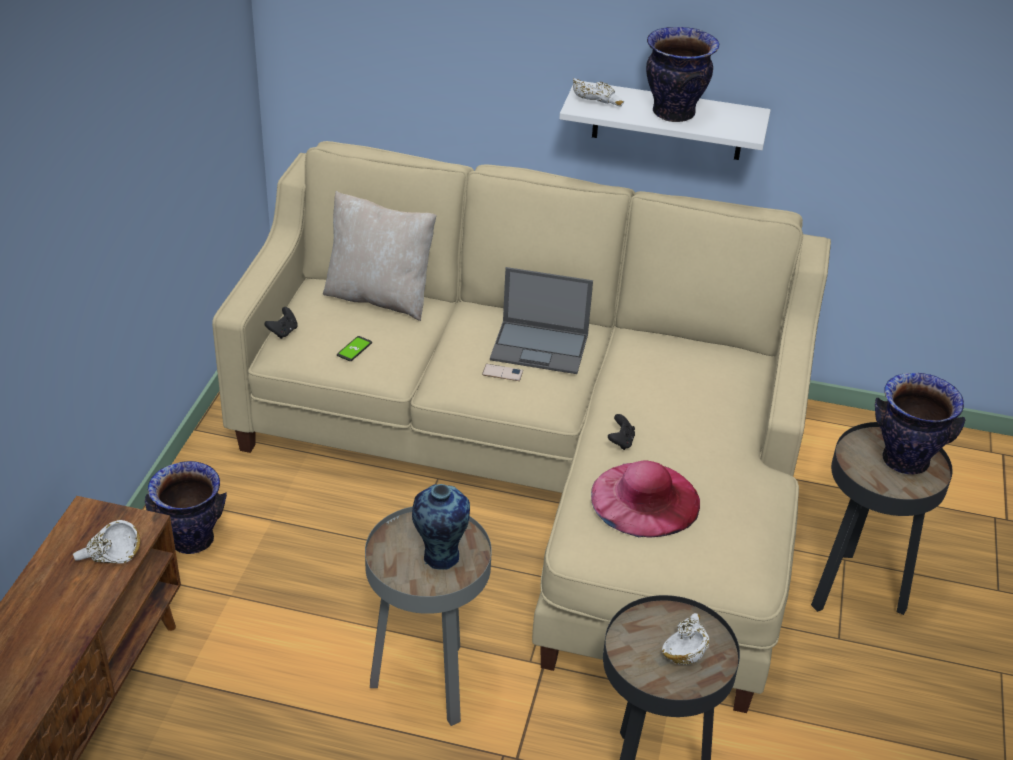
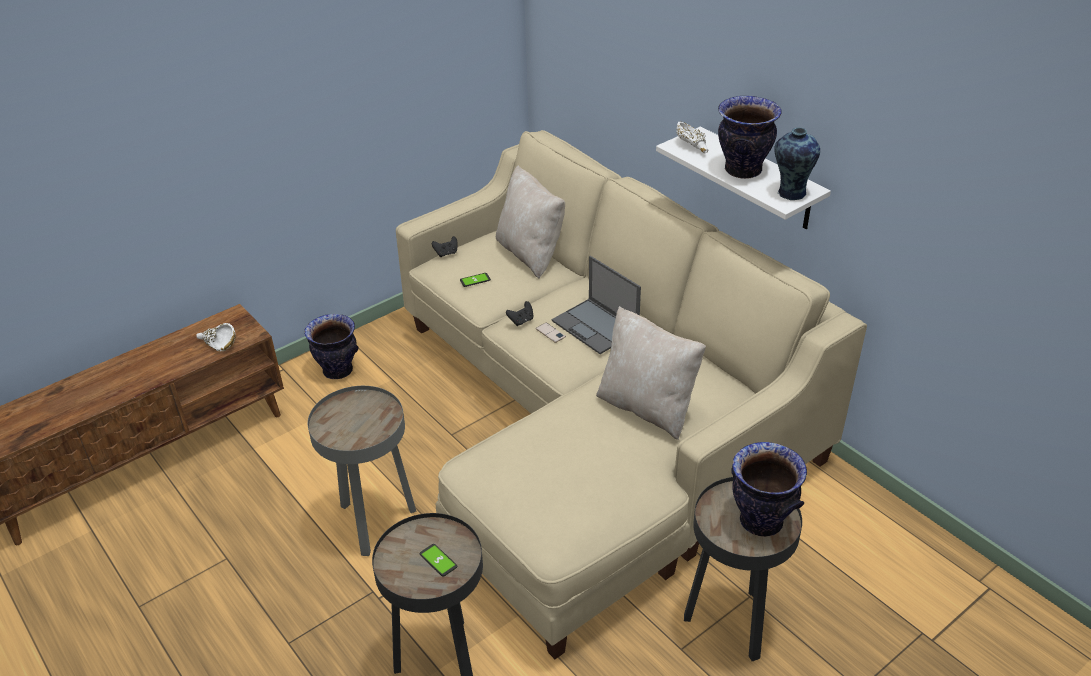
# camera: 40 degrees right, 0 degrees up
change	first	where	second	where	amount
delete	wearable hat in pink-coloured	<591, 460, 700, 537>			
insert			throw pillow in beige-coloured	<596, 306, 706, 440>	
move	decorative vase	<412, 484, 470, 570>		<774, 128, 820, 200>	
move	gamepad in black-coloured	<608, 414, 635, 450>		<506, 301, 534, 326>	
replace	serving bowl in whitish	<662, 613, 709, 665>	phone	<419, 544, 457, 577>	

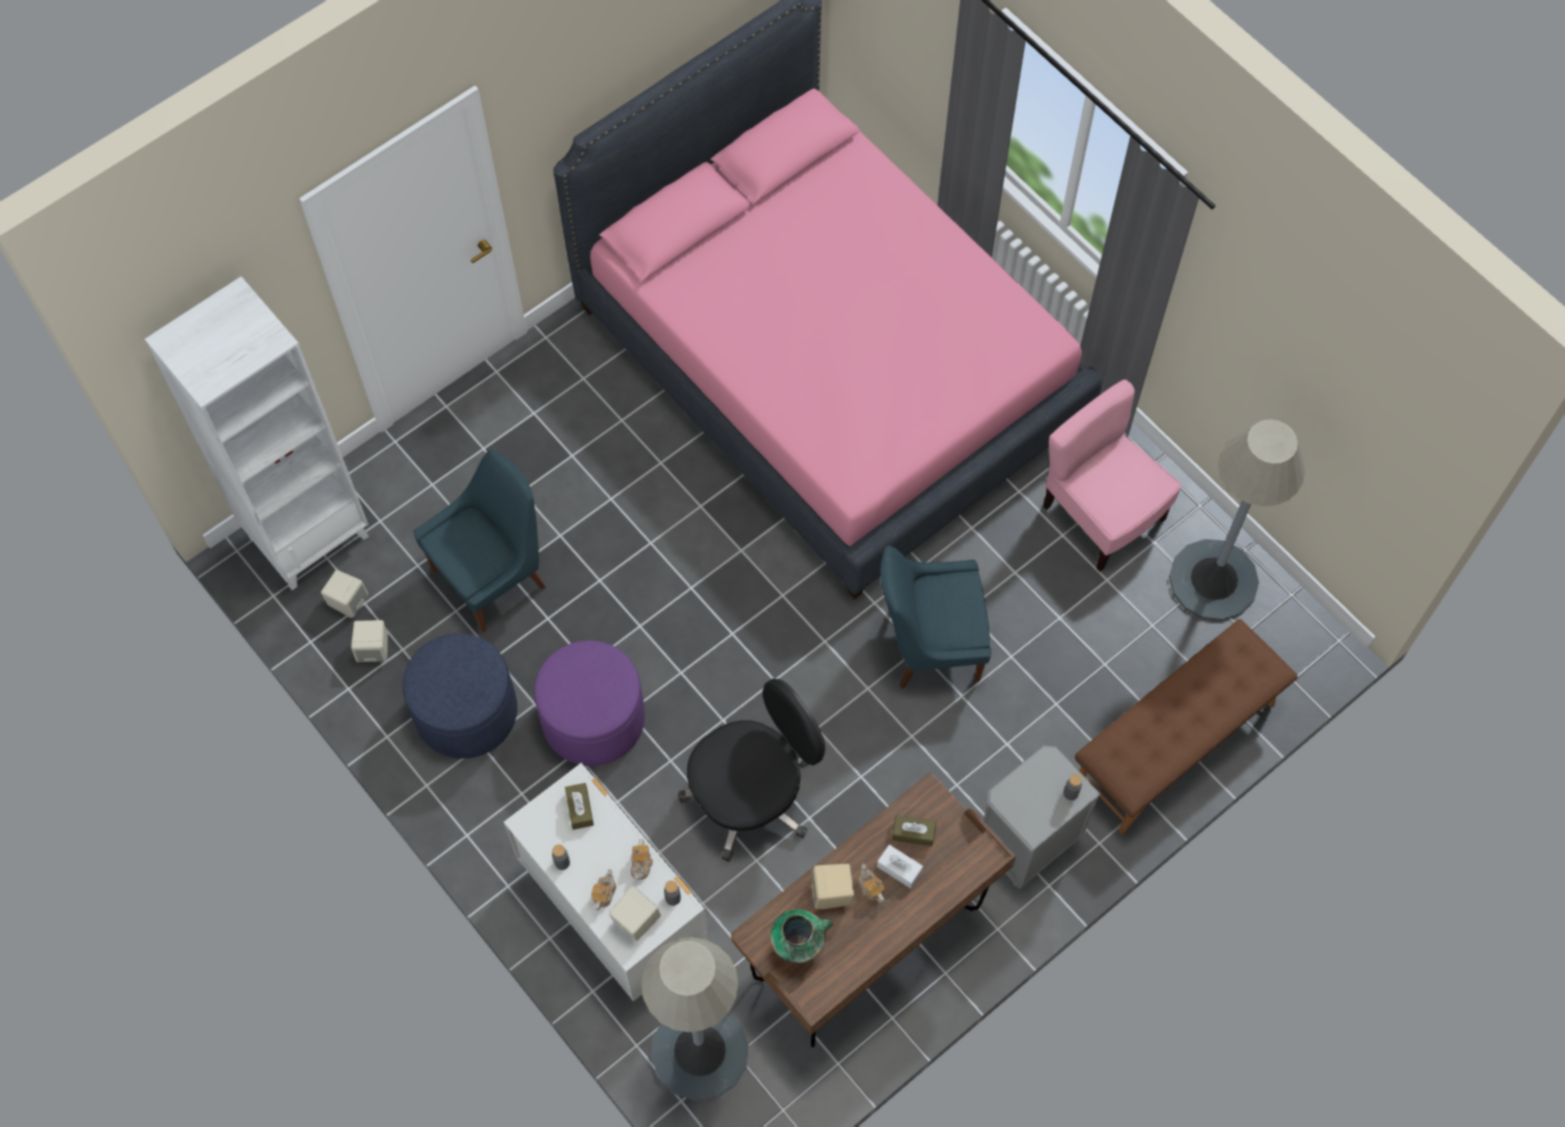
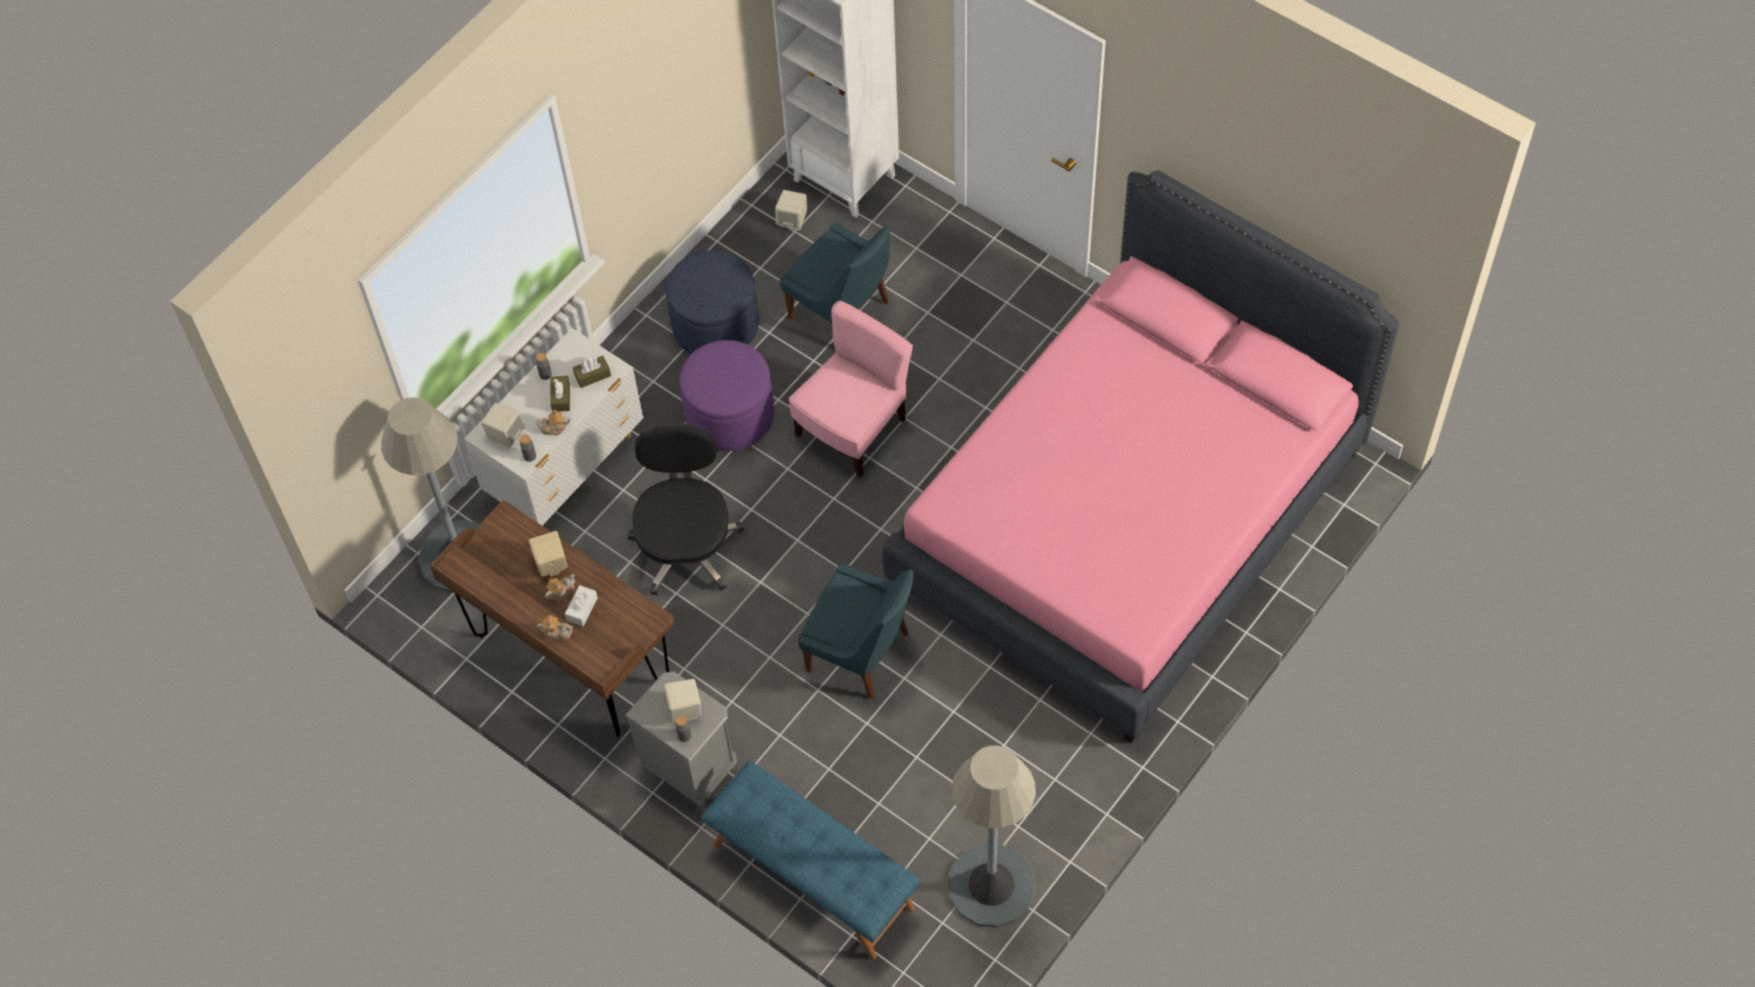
# camera: 80 degrees right, 5 degrees down
change	first	where	second	where	amount
delete	decorative vase	<770, 909, 833, 964>			
move	audio speaker in beige-coloured	<351, 620, 388, 662>		<664, 679, 701, 723>	
move	teapot	<591, 869, 616, 911>		<537, 615, 573, 640>	
move	tissue box in brown-coloured	<892, 815, 936, 846>		<550, 376, 570, 412>	
move	plain chair in pink-coloured	<1043, 379, 1181, 572>		<789, 301, 913, 478>	
recolor	indoor bench in brown-coloured	<1075, 619, 1298, 834>	indoor bench in blue-coloured	<701, 761, 920, 960>	
rotate	desk chair in black-coloured	<678, 679, 825, 862>		<628, 424, 744, 595>	135 degrees counterclockwise
rotate	plain chair in blue-coloured	<880, 545, 991, 689>		<798, 563, 913, 699>	135 degrees clockwise

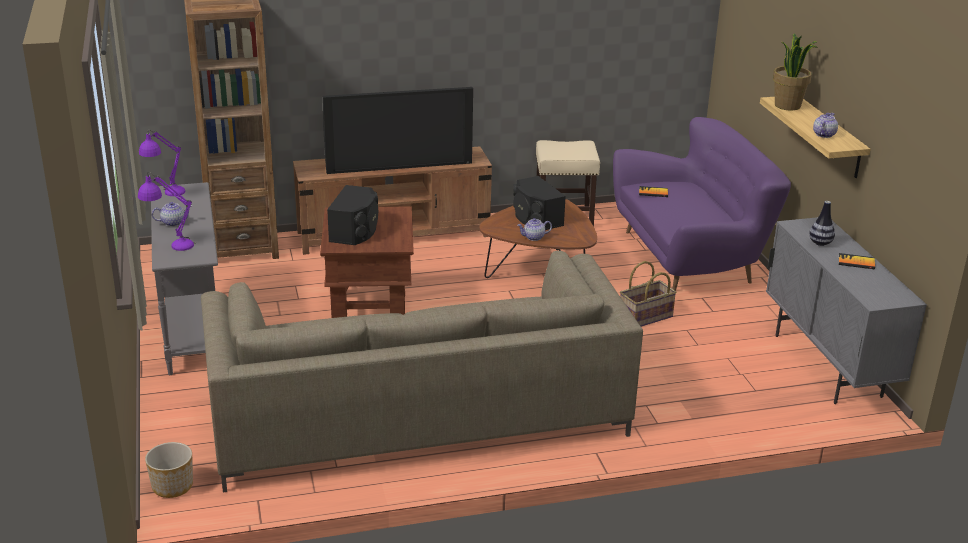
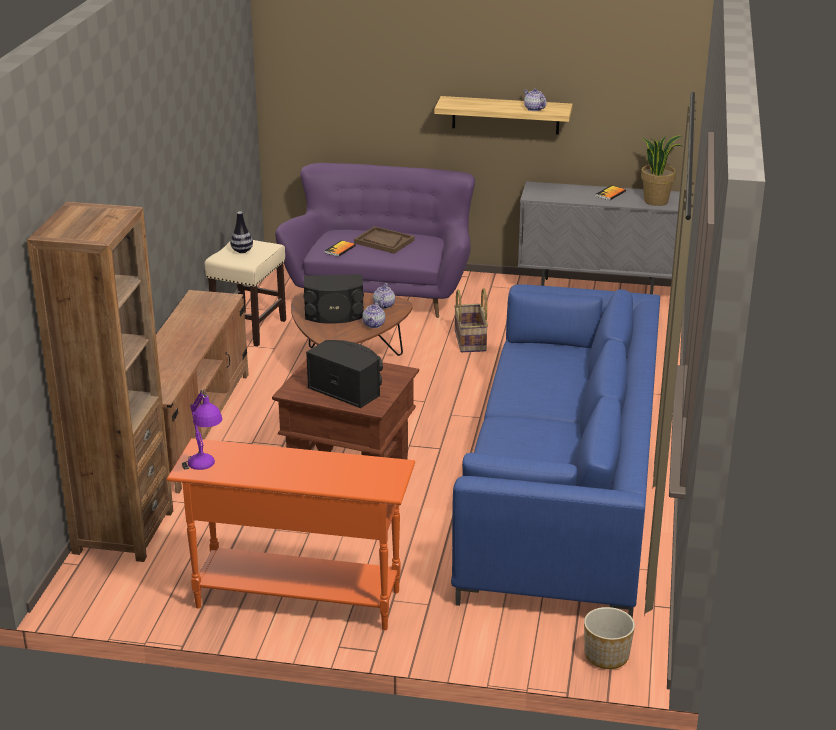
# camera: 65 degrees left, 0 degrees up
change	first	where	second	where	amount
delete	table lamp in purplish	<138, 171, 196, 251>			
delete	television	<323, 87, 473, 174>			
insert			serving tray in brown-coloured	<354, 226, 415, 254>	
move	teapot	<152, 202, 192, 227>		<373, 283, 395, 309>	
move	potted plant	<773, 33, 818, 111>		<641, 136, 682, 206>	
move	decorative vase	<809, 201, 835, 246>		<230, 212, 253, 253>	
recolor	hall table in grey	<151, 182, 218, 375>	hall table in orangey	<167, 438, 415, 630>	
recolor	couch in beige-coloured	<201, 251, 643, 492>	couch in blue-coloured	<451, 284, 660, 618>	

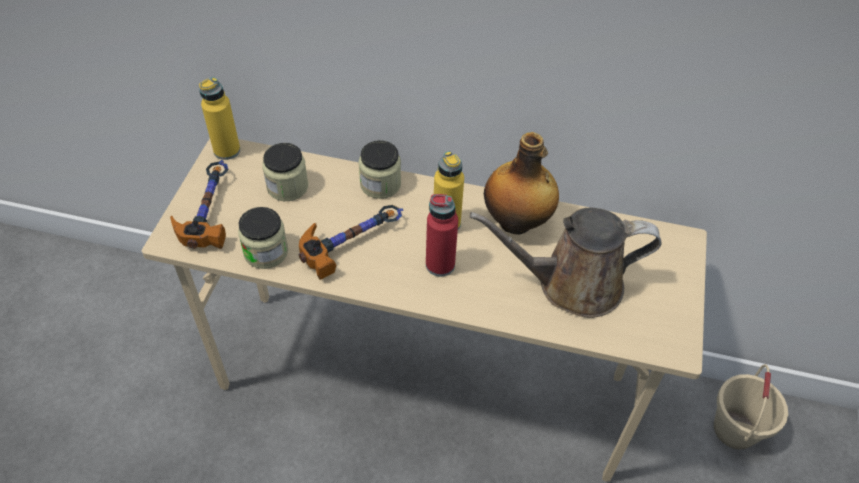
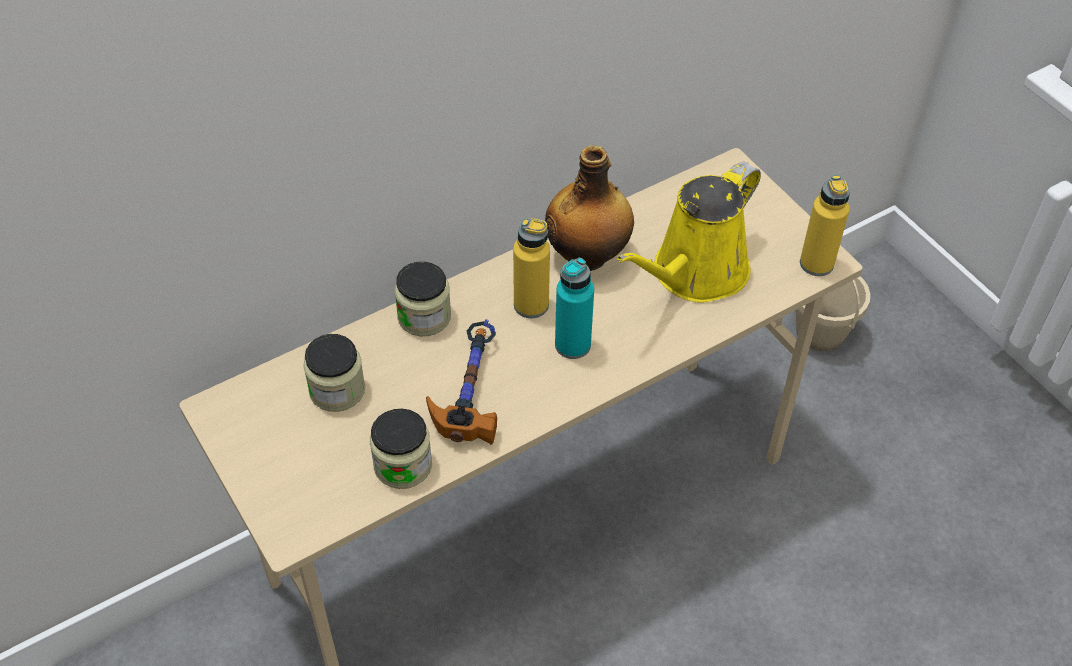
# camera: 45 degrees left, 0 degrees up
change	first	where	second	where	amount
delete	hammer	<170, 160, 228, 249>			
move	bottle in yellowish	<199, 77, 240, 160>		<800, 175, 850, 276>	
recolor	bottle in red-coloured	<426, 194, 458, 277>	bottle in turquoise-coloured	<555, 258, 594, 359>	
recolor	sprinkling can in brown-coloured	<470, 208, 662, 318>	sprinkling can in yellowish	<617, 162, 761, 303>	

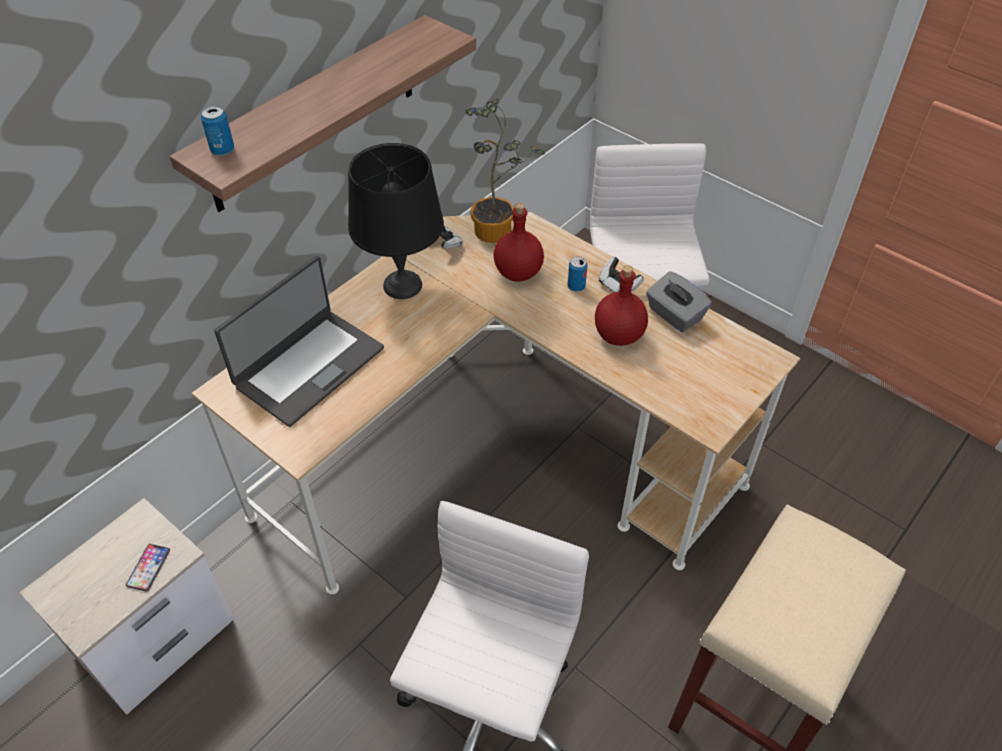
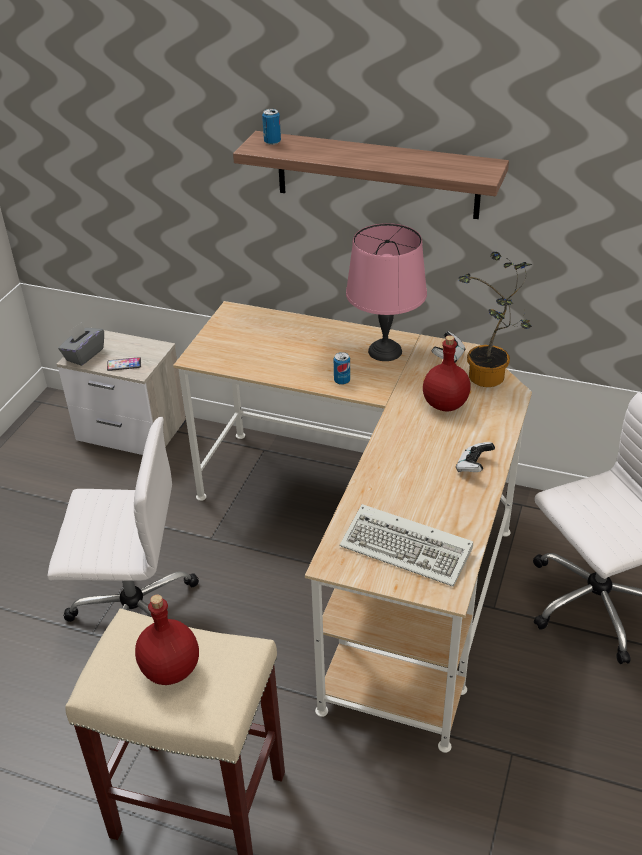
# camera: 70 degrees right, 10 degrees down
change	first	where	second	where	amount
delete	laptop	<214, 256, 384, 427>			
insert			PC keyboard	<340, 504, 473, 587>	
move	sealed can	<567, 256, 588, 292>		<334, 352, 350, 385>	
move	bottle in red-coloured	<595, 266, 648, 346>		<135, 595, 199, 685>	
move	tissue box in grey	<646, 271, 712, 332>		<58, 322, 104, 366>	
recolor	table lamp in black-coloured	<348, 143, 444, 299>	table lamp in pink-coloured	<346, 223, 427, 361>	

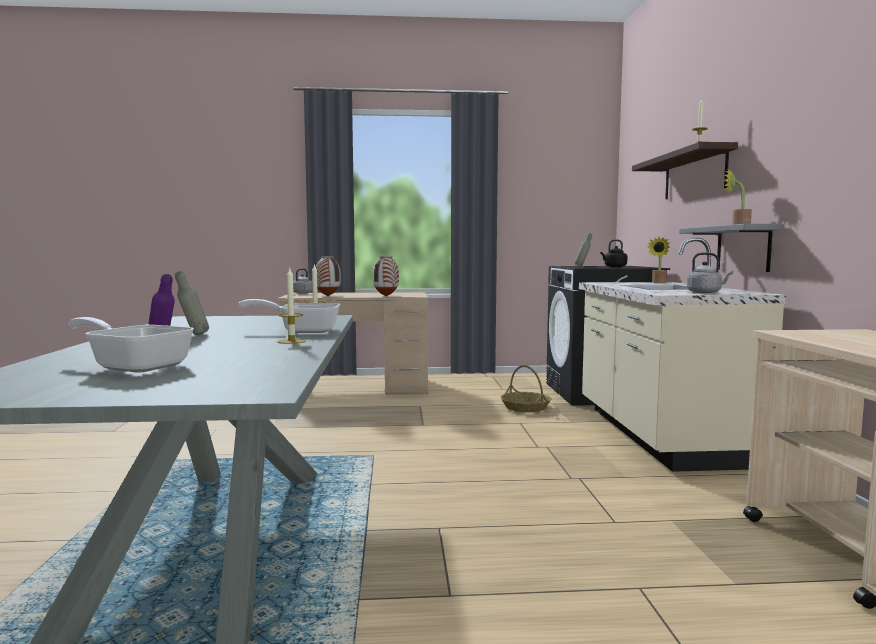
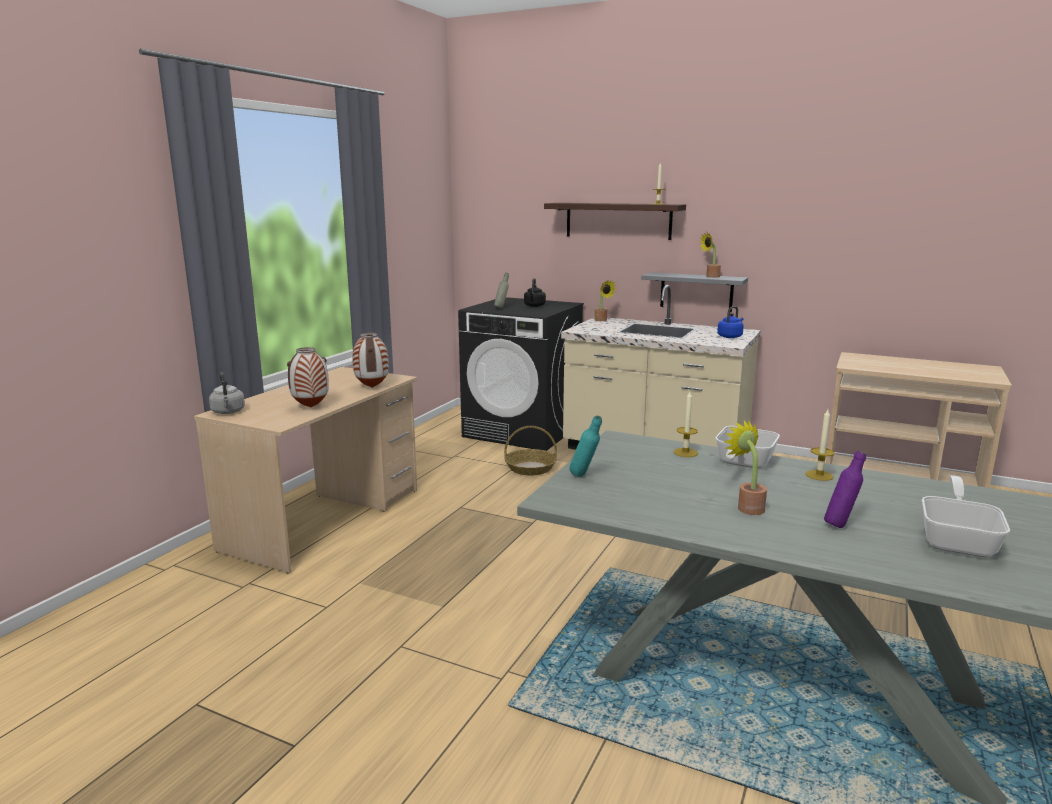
# camera: 60 degrees left, 10 degrees up
change	first	where	second	where	amount
insert			bottle in turquoise-coloured	<569, 416, 602, 477>	
replace	bottle in grey	<175, 271, 209, 335>	potted plant	<724, 420, 767, 515>	
recolor	tea kettle in grey	<687, 252, 733, 293>	tea kettle in blue-coloured	<717, 306, 744, 338>	
rotate	frying pan	<68, 317, 194, 373>		<922, 475, 1010, 557>	150 degrees clockwise

